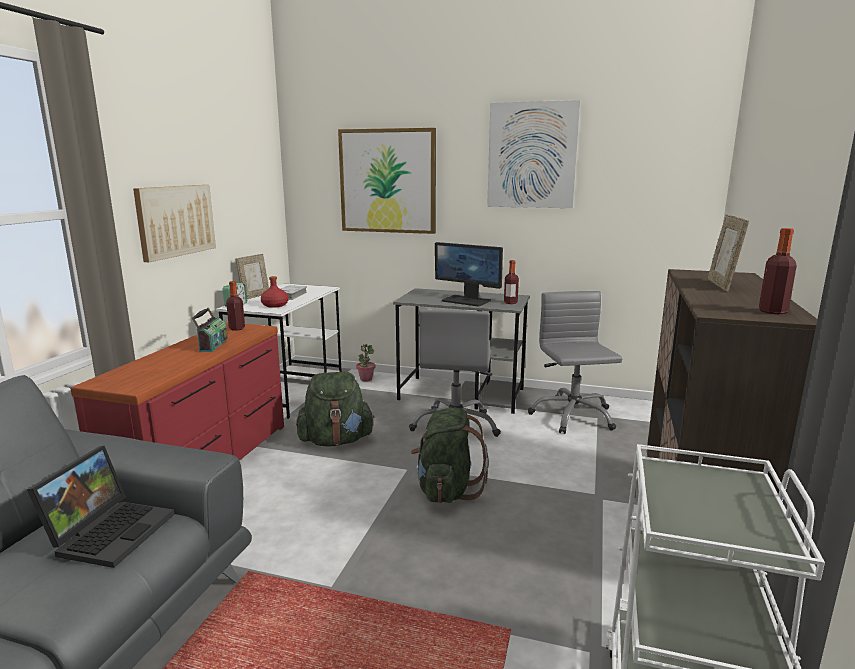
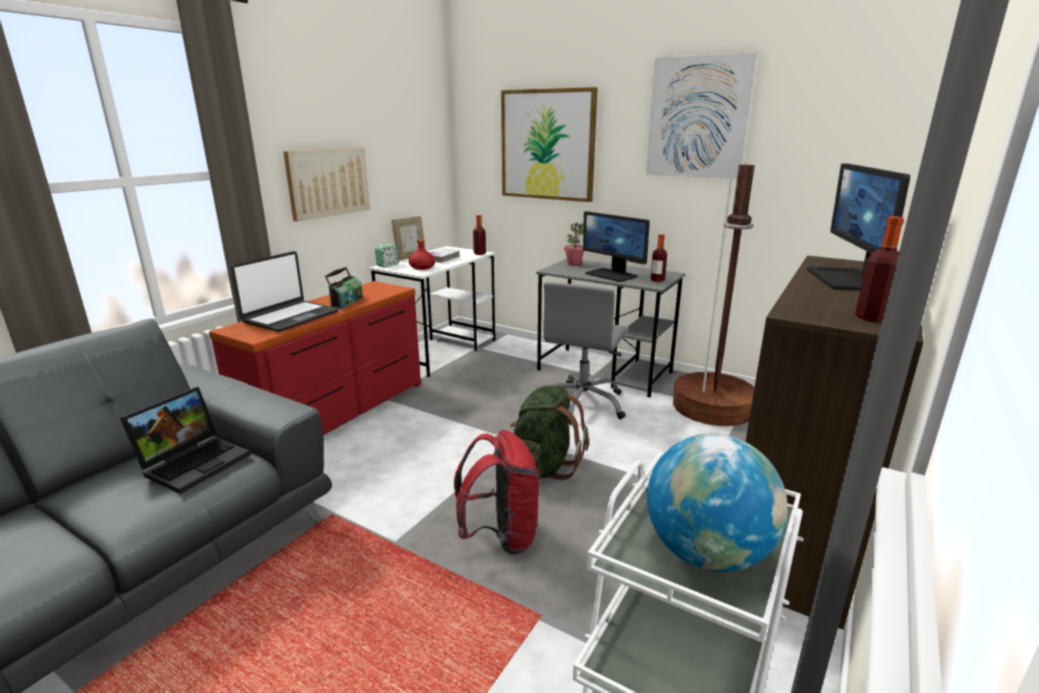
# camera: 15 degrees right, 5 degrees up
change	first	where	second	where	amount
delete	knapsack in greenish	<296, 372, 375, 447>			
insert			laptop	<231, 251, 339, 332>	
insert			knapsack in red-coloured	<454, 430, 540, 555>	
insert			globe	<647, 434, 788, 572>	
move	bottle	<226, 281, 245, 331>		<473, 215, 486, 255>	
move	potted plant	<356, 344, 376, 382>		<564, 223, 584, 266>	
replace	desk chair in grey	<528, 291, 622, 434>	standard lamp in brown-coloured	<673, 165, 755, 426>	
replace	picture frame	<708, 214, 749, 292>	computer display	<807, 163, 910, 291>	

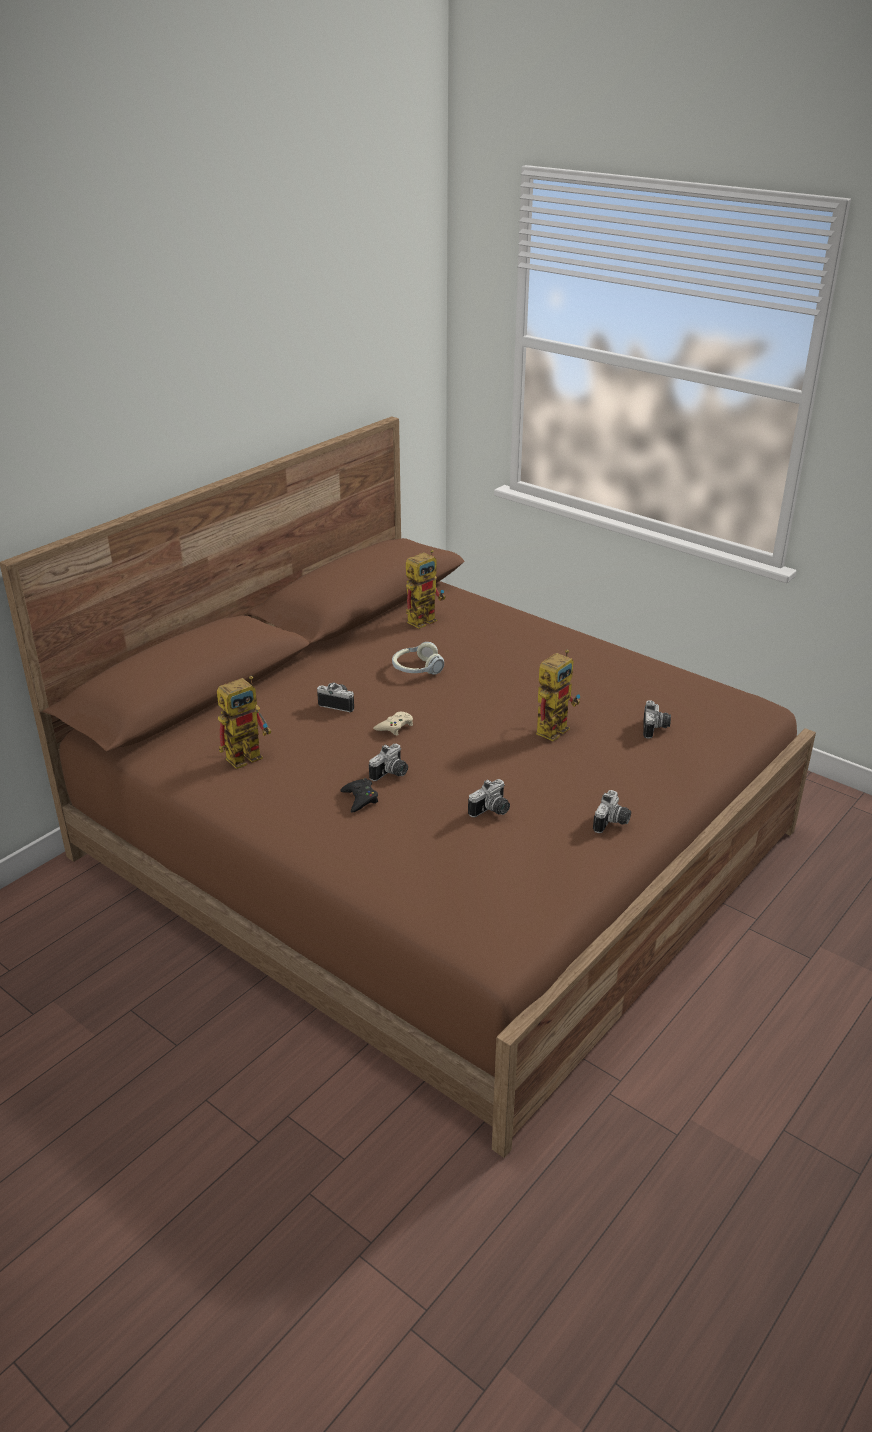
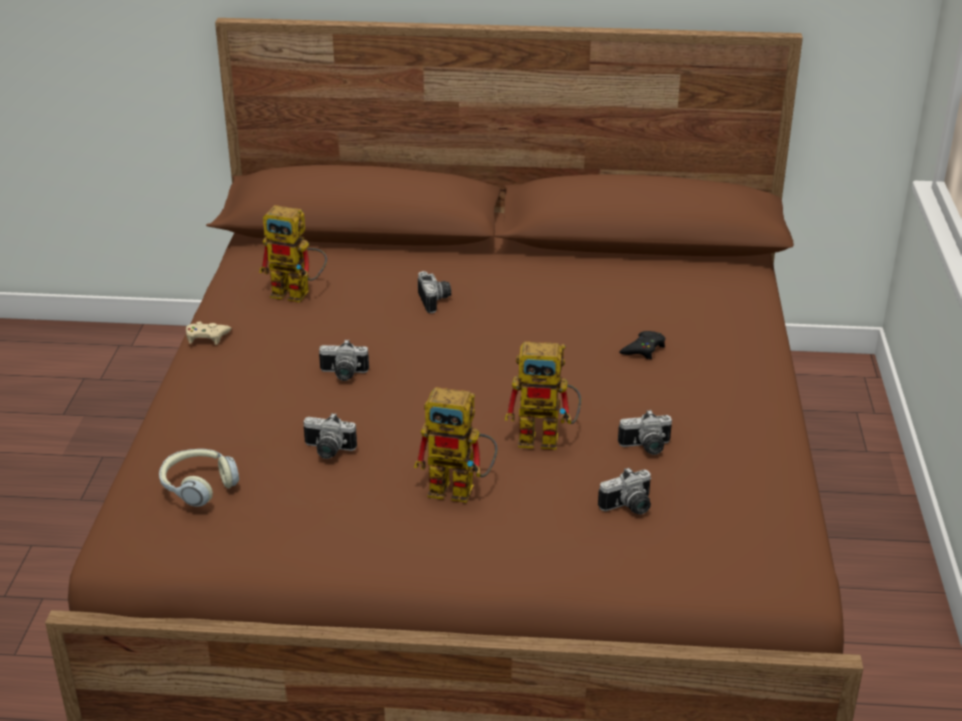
# camera: 55 degrees right, 0 degrees up
change	first	where	second	where	amount
move	gamepad in black-coloured	<340, 778, 378, 812>		<619, 331, 665, 359>	
move	gamepad in beige-coloured	<373, 712, 413, 736>		<186, 321, 231, 345>	
move	headset	<392, 642, 444, 675>		<159, 449, 239, 507>	
move	toy robot	<406, 550, 446, 629>		<414, 387, 498, 503>	
move	photo camera	<593, 790, 631, 833>		<618, 410, 672, 455>	

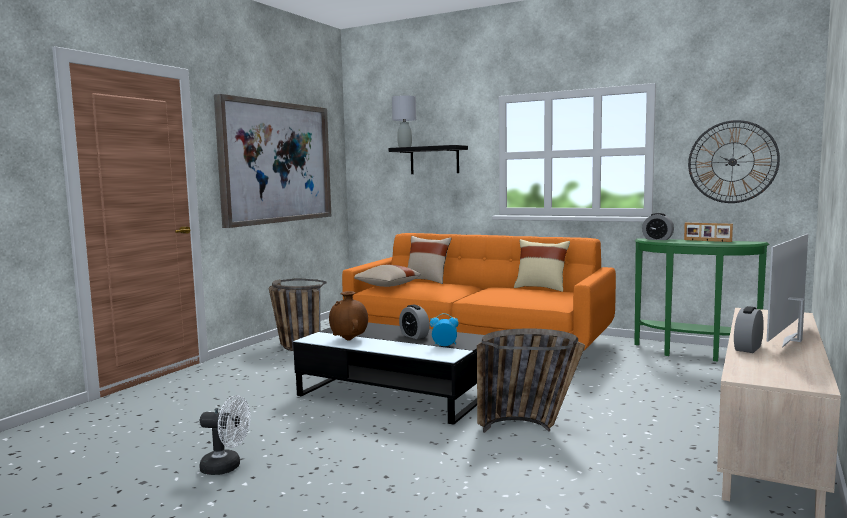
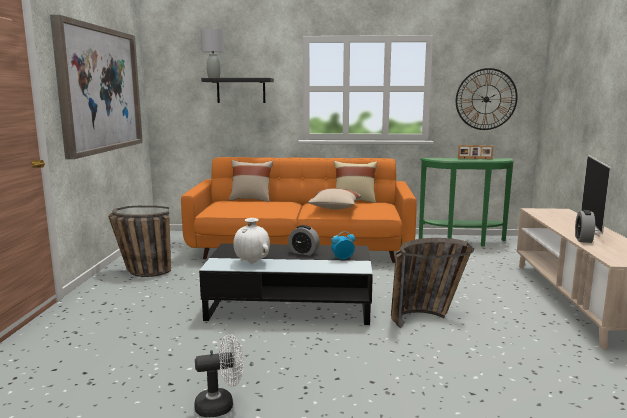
# camera: 25 degrees left, 5 degrees up
change	first	where	second	where	amount
delete	table clock	<642, 213, 674, 240>			
move	throw pillow in beige-coloured	<354, 265, 421, 287>		<308, 188, 361, 209>	
recolor	decorative vase in brown-coloured	<329, 291, 368, 341>	decorative vase in whitish	<233, 218, 270, 264>	

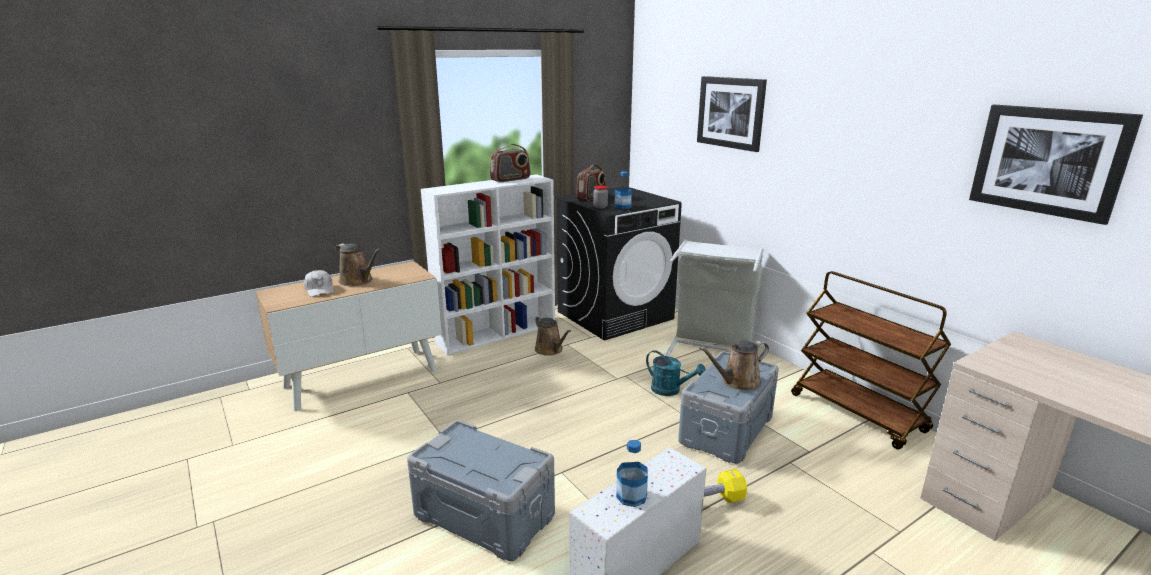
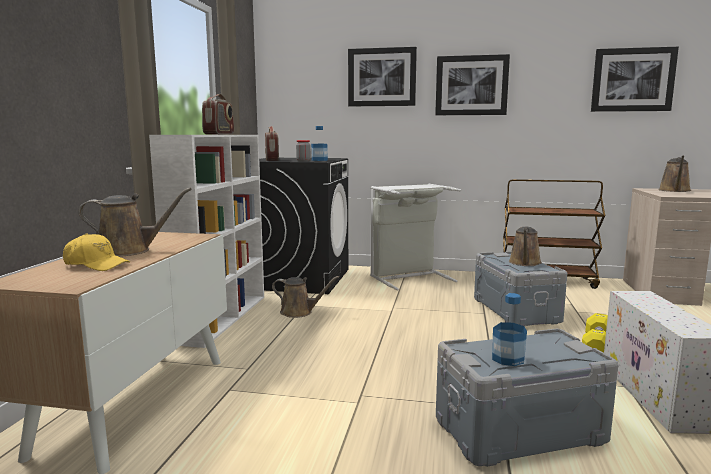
# camera: 45 degrees left, 10 degrees down
change	first	where	second	where	amount
delete	sprinkling can in turquoise-coloured	<646, 350, 706, 396>			
insert			wall art	<435, 54, 510, 115>	
insert			sprinkling can in brown-coloured	<658, 156, 691, 192>	
move	bottle	<616, 440, 648, 507>		<492, 293, 527, 366>	
recolor	cap in whitish	<304, 270, 334, 297>	cap in yellowish	<63, 233, 130, 271>	

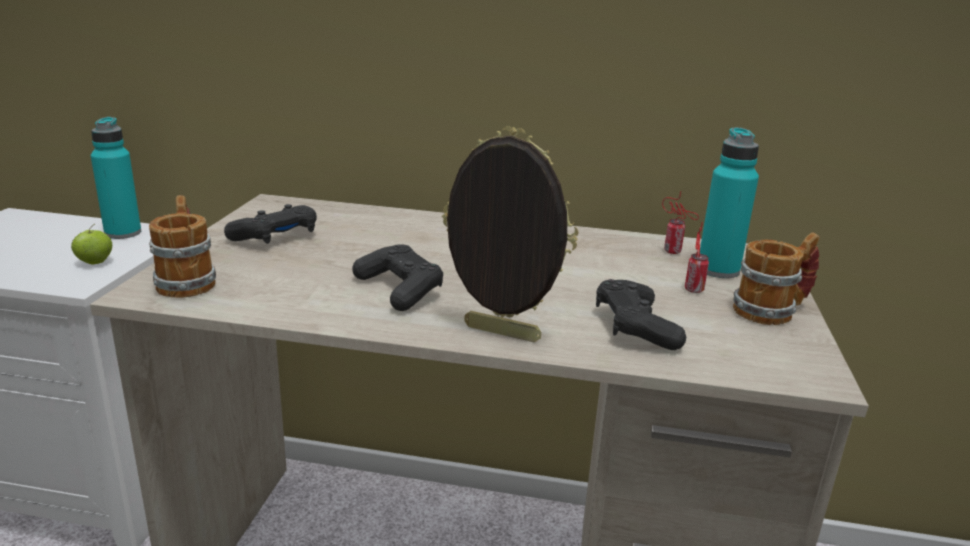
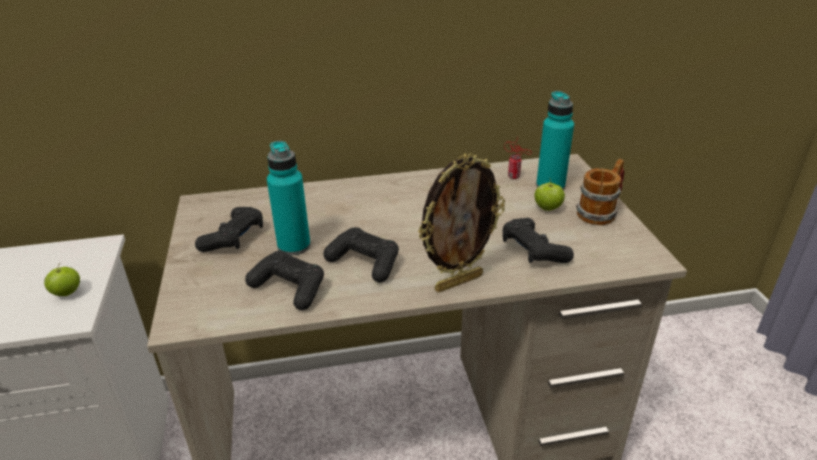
# camera: 20 degrees left, 10 degrees up
change	first	where	second	where	amount
delete	mug	<149, 195, 216, 298>			
insert			gamepad in black-coloured	<245, 251, 324, 310>	
move	bottle in turquoise-coloured	<91, 117, 141, 239>		<267, 141, 311, 255>	
replace	sealed can	<685, 222, 709, 293>	apple fruit	<534, 179, 565, 211>	
rotate	picture frame	<442, 126, 578, 342>		<418, 153, 505, 292>	150 degrees clockwise

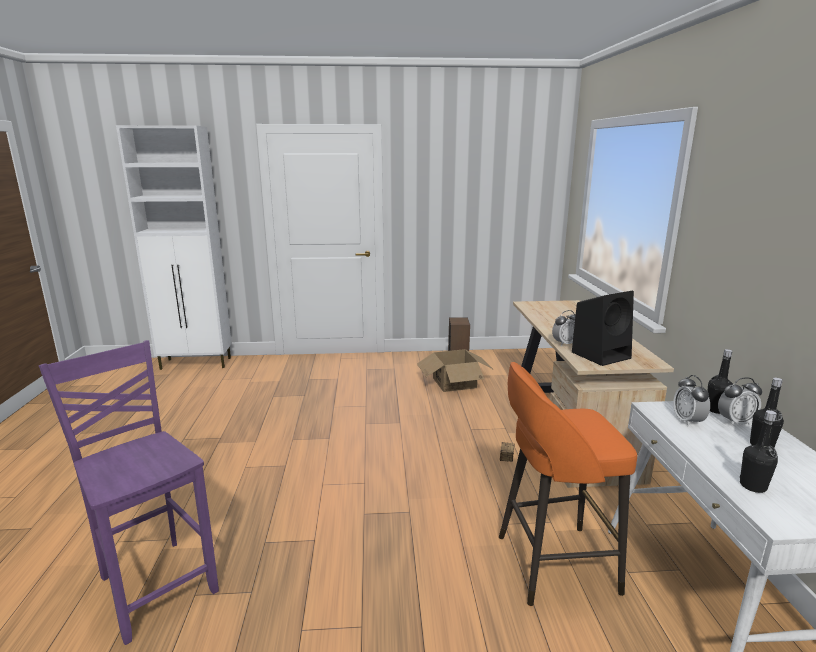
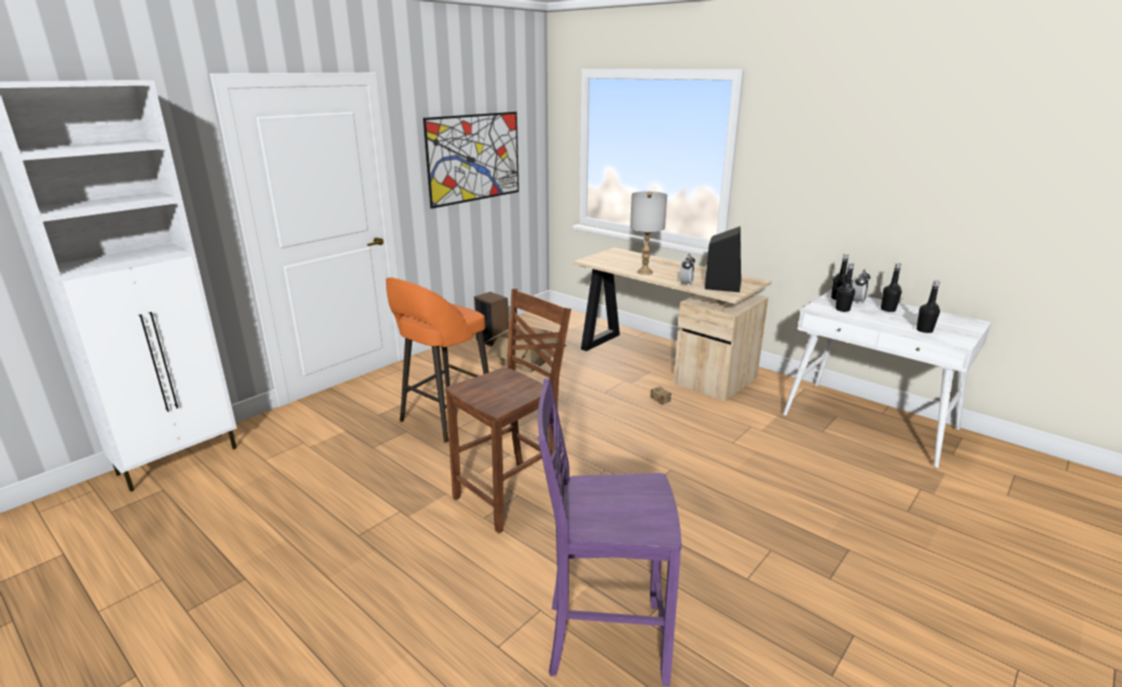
# camera: 45 degrees left, 5 degrees up
change	first	where	second	where	amount
insert			wall art	<423, 112, 519, 209>	
insert			plain chair in brown-coloured	<445, 288, 571, 533>	
insert			table lamp in grey	<630, 191, 667, 275>	
move	stool in orangey	<499, 362, 637, 606>		<386, 277, 489, 443>	
replace	table clock	<673, 375, 710, 427>	bottle in black-coloured	<836, 263, 855, 312>	

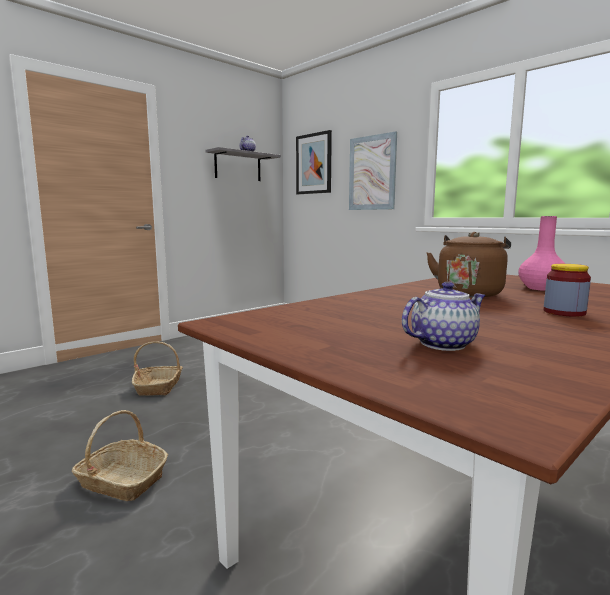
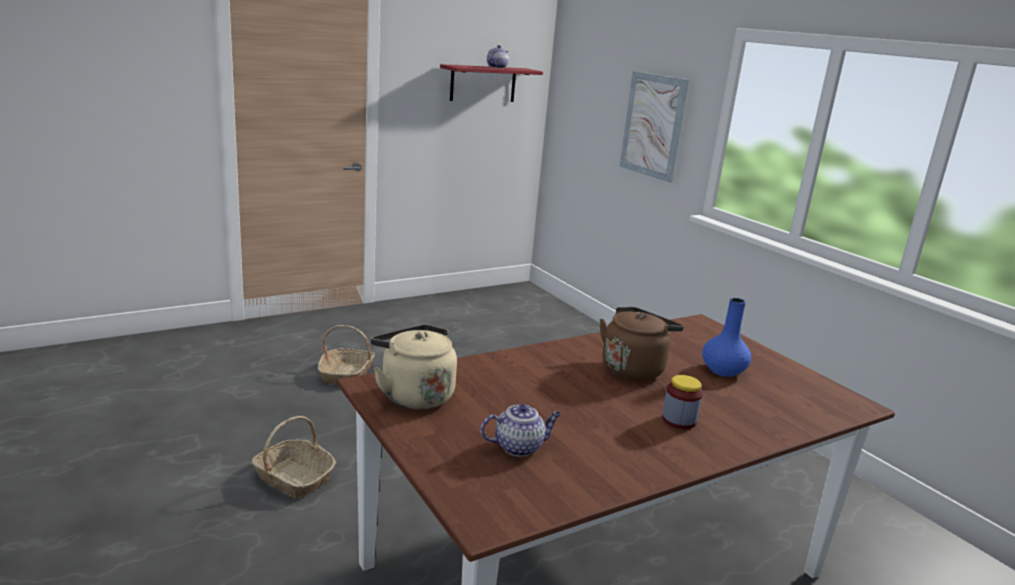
# camera: 10 degrees right, 10 degrees up
change	first	where	second	where	amount
delete	wall art	<296, 130, 332, 194>			
insert			tea kettle in beige-coloured	<371, 325, 457, 410>	
recolor	shelf in grey	<206, 147, 281, 181>	shelf in red-coloured	<440, 64, 543, 102>	
recolor	decorative vase in pink-coloured	<518, 216, 565, 291>	decorative vase in blue-coloured	<702, 298, 751, 377>	

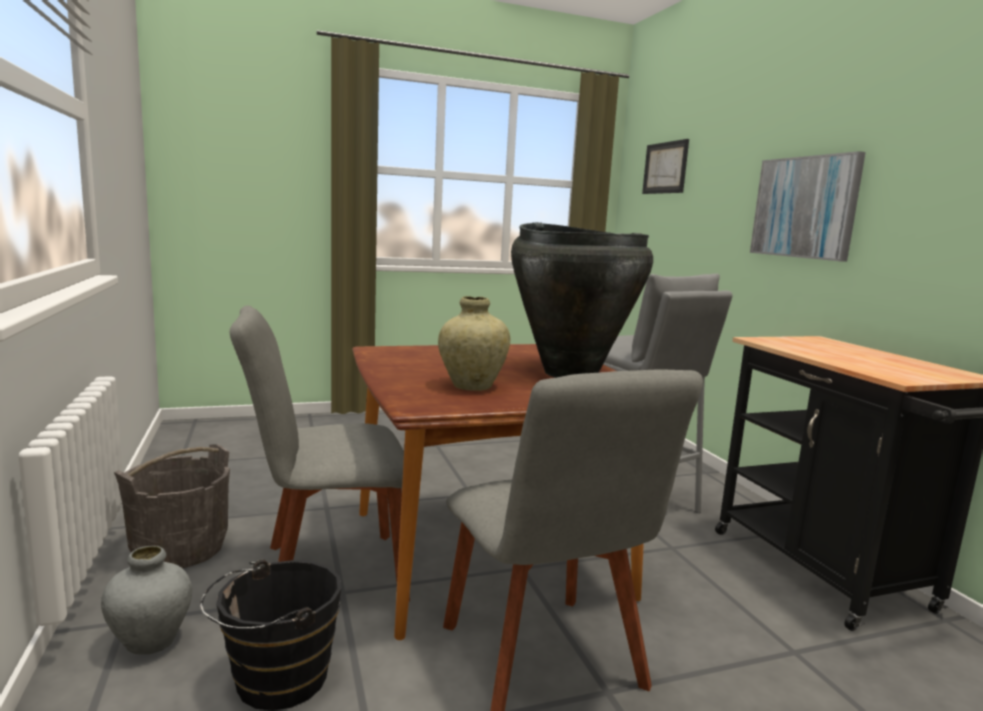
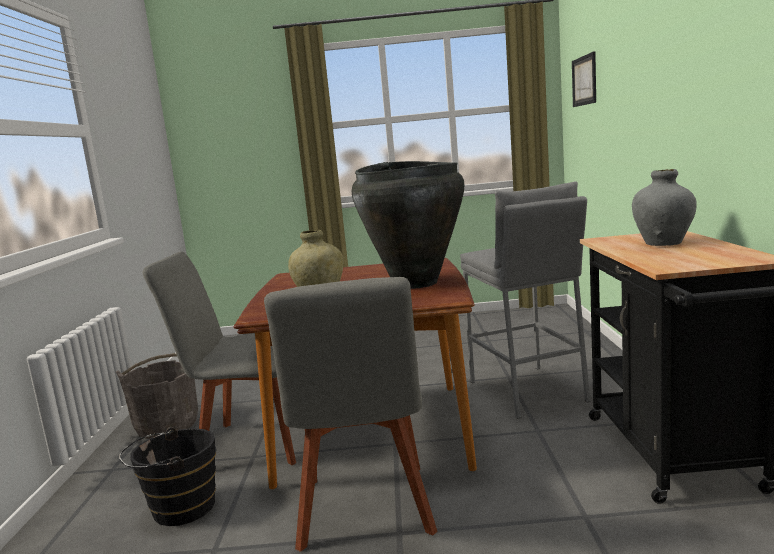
# camera: 20 degrees right, 0 degrees up
change	first	where	second	where	amount
delete	wall art	<750, 151, 866, 262>			
move	decorative vase in grey	<101, 546, 192, 655>		<632, 169, 697, 246>	

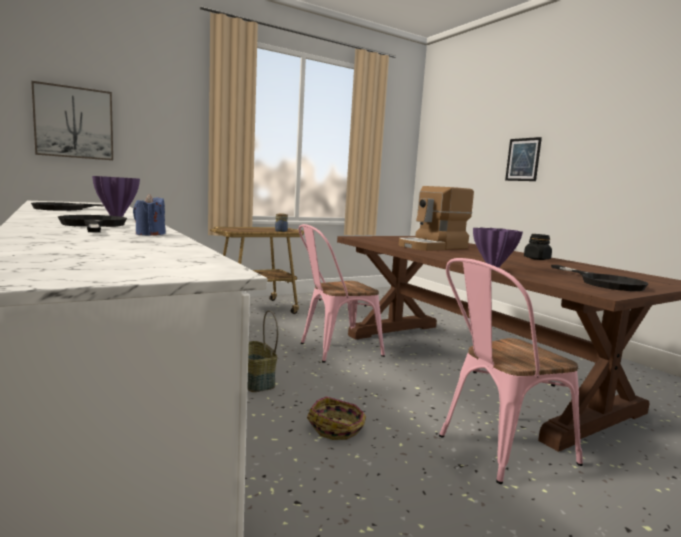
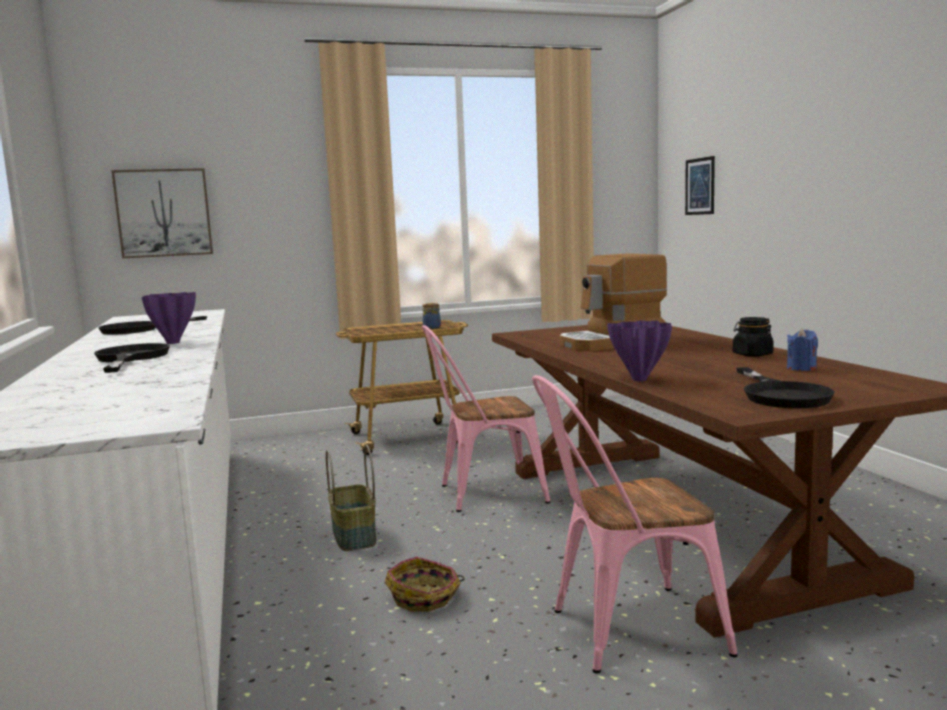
# camera: 15 degrees right, 0 degrees up
change	first	where	second	where	amount
move	wax candle in blue-coloured	<133, 194, 166, 236>		<787, 328, 818, 371>	
move	wall art	<505, 137, 542, 181>		<685, 156, 715, 215>	

